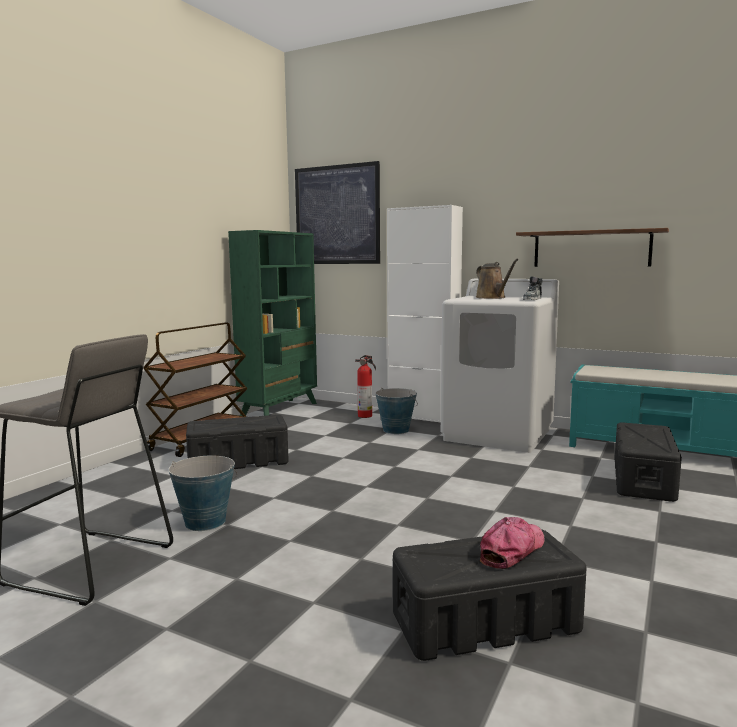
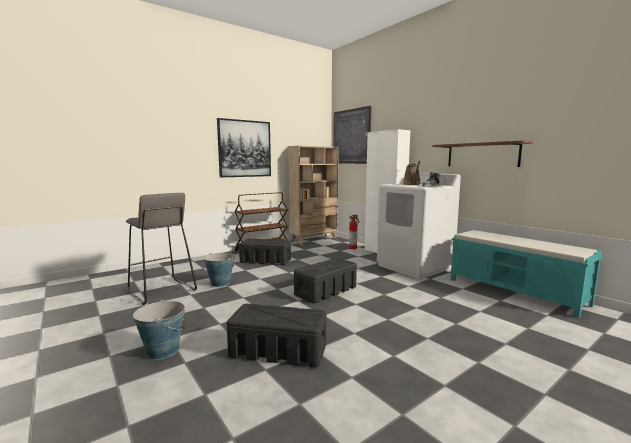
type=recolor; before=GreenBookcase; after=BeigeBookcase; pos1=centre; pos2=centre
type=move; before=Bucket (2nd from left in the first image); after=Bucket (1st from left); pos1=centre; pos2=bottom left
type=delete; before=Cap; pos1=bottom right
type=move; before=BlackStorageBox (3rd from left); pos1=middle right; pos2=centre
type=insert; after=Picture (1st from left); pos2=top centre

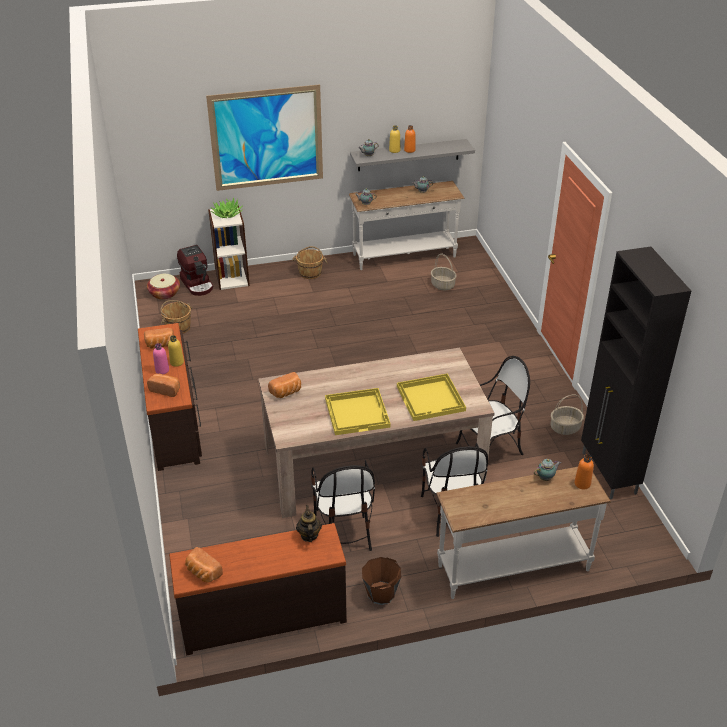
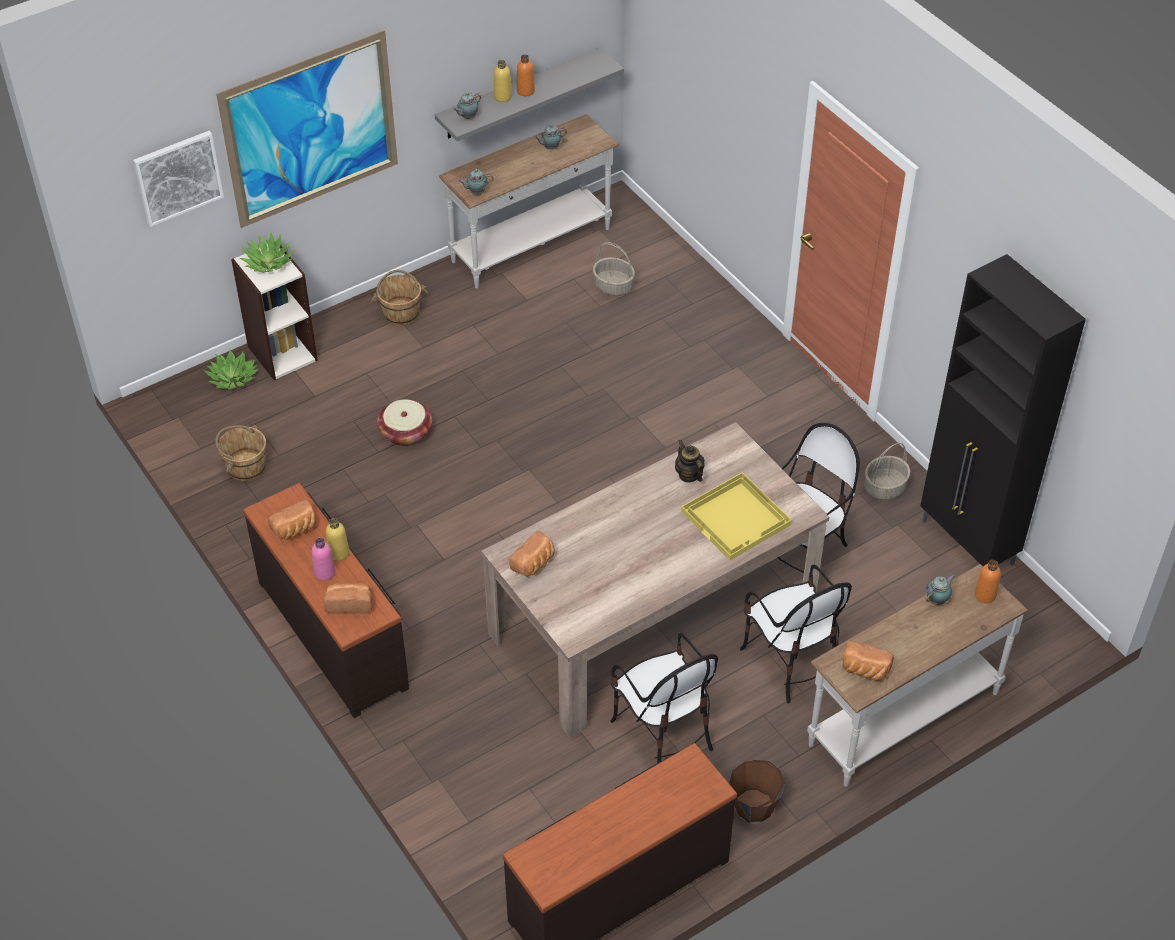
type=move; before=Basket (1st from left); pos1=middle left; pos2=centre
type=replace; before=CoffeeMachine; after=PottedPlant (1st from left); pos1=middle left; pos2=middle left
type=move; before=Bread (3rd from left in the first image); after=Bread (4th from left); pos1=bottom left; pos2=bottom right
type=move; before=Teapot (1st from left in the first image); after=Teapot (4th from left); pos1=bottom centre; pos2=centre
type=delete; before=YellowTray (1st from left); pos1=centre
type=insert; after=Picture (1st from left); pos2=top left

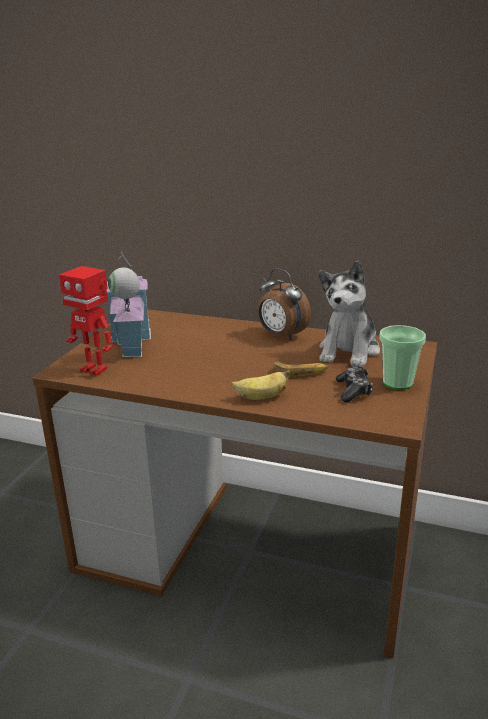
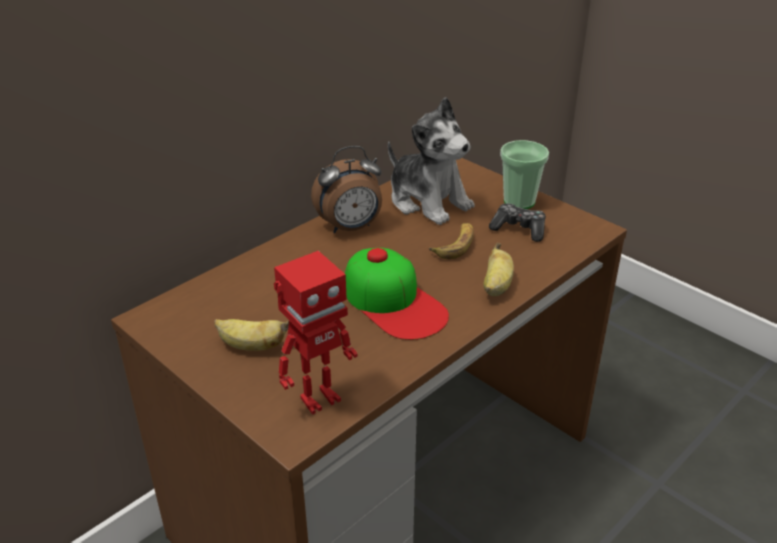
type=replace; before=ToyHouse; after=Banana (1st from left); pos1=middle left; pos2=middle left
type=insert; after=Cap; pos2=centre

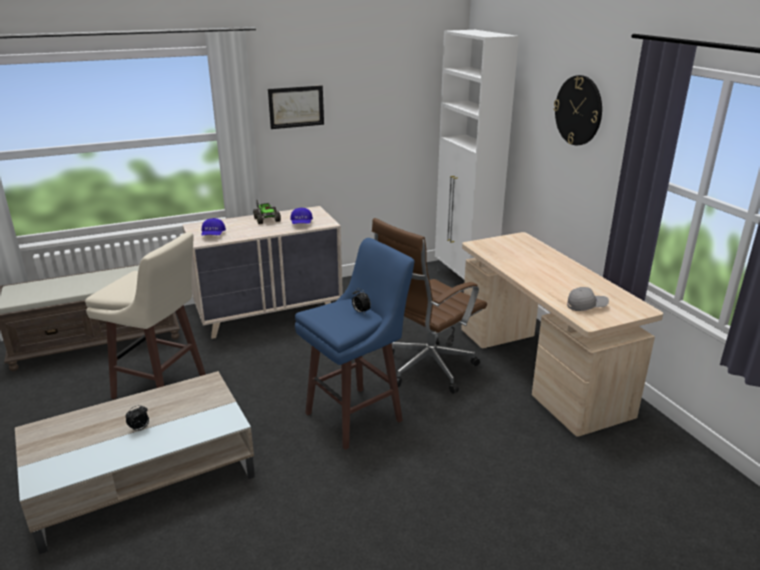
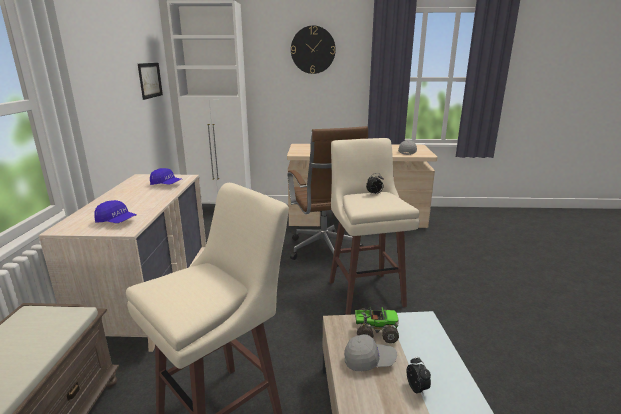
type=move; before=ToyTruck; pos1=centre; pos2=bottom centre
type=move; before=Picture; pos1=top centre; pos2=top left
type=recolor; before=BlueStool; after=BeigeStool (2nd from left); pos1=centre; pos2=centre
type=insert; after=GreyCap (1st from left); pos2=bottom centre

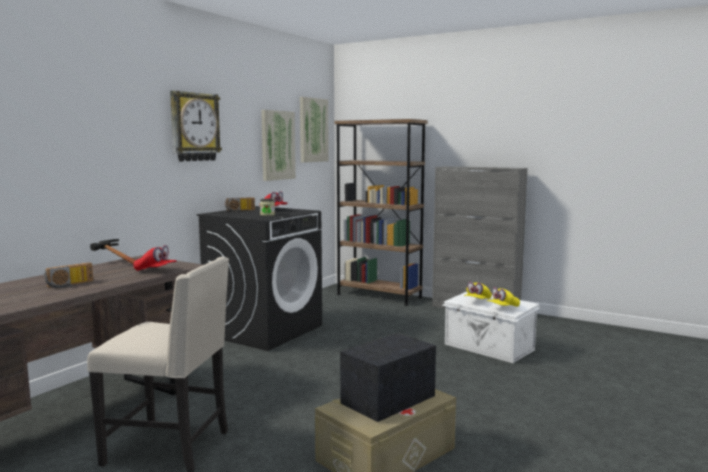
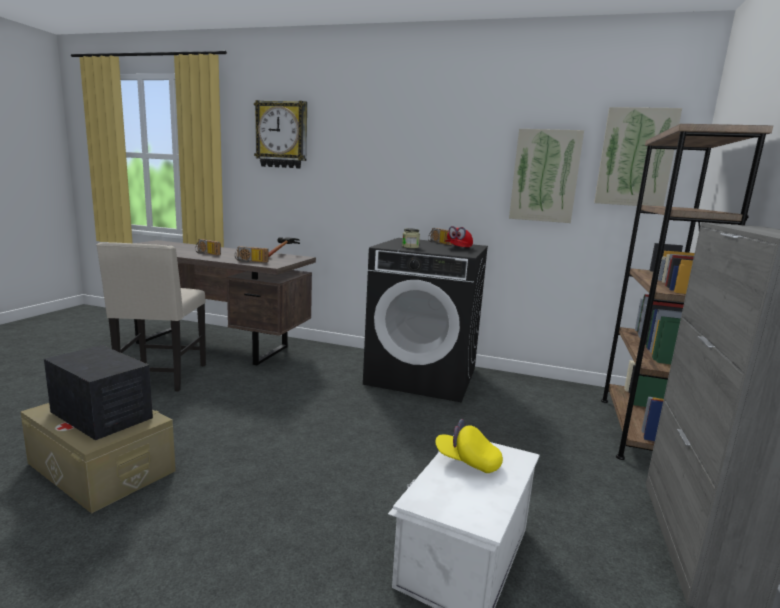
type=replace; before=RedCap (1st from left); after=Radio (3rd from left); pos1=middle left; pos2=middle left
type=move; before=WallClock; pos1=top left; pos2=top centre
type=delete; before=YellowCap (2nd from left); pos1=middle right

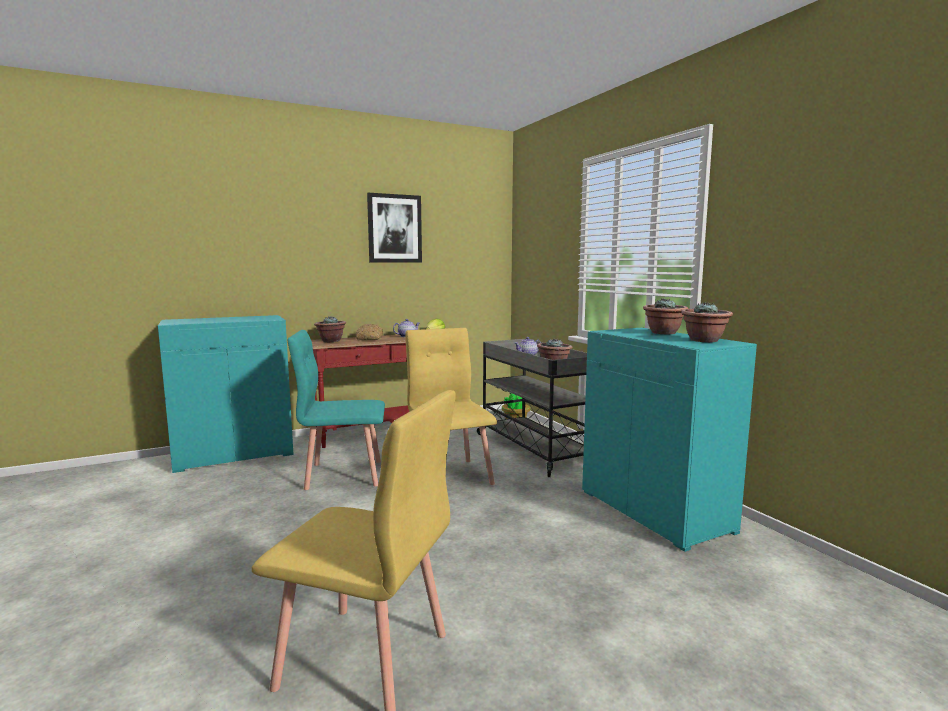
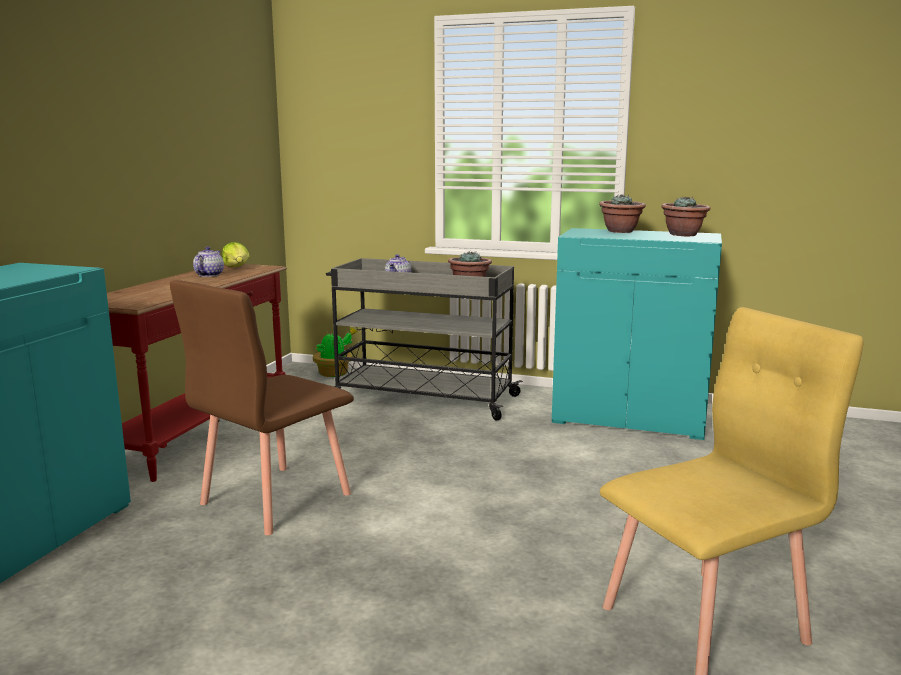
type=recolor; before=TurquoiseChair; after=BrownChair; pos1=centre; pos2=middle left
type=delete; before=PottedPlant (1st from left); pos1=centre
type=delete; before=Bread; pos1=centre
type=delete; before=Picture; pos1=top centre
type=delete; before=YellowChair (2nd from left); pos1=centre

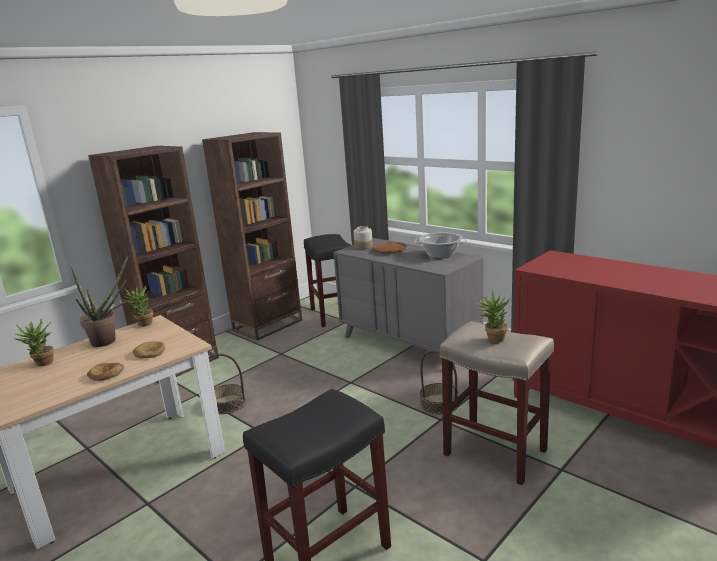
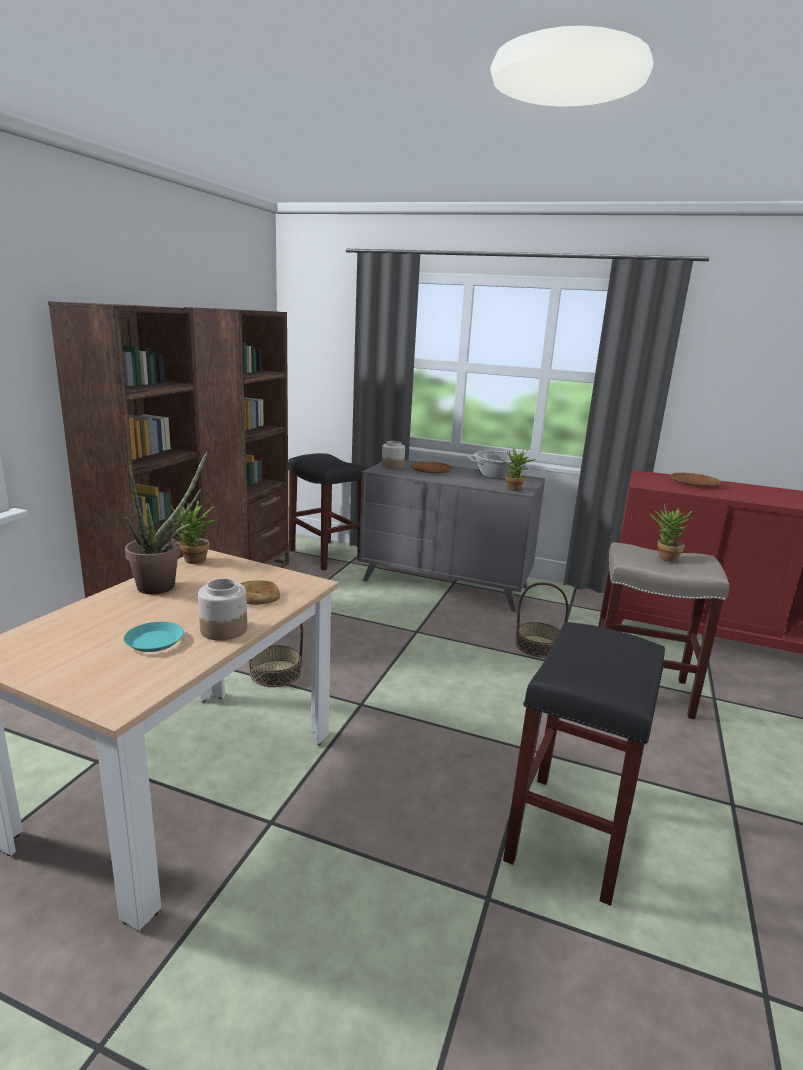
type=move; before=PottedPlant (1st from left in the first image); after=PottedPlant (3rd from left); pos1=middle left; pos2=centre
type=replace; before=Bread (1st from left); after=Jar (1st from left); pos1=middle left; pos2=middle left
type=insert; after=TurquoisePlate; pos2=middle left
type=insert; after=BrownPlate (2nd from left); pos2=middle right

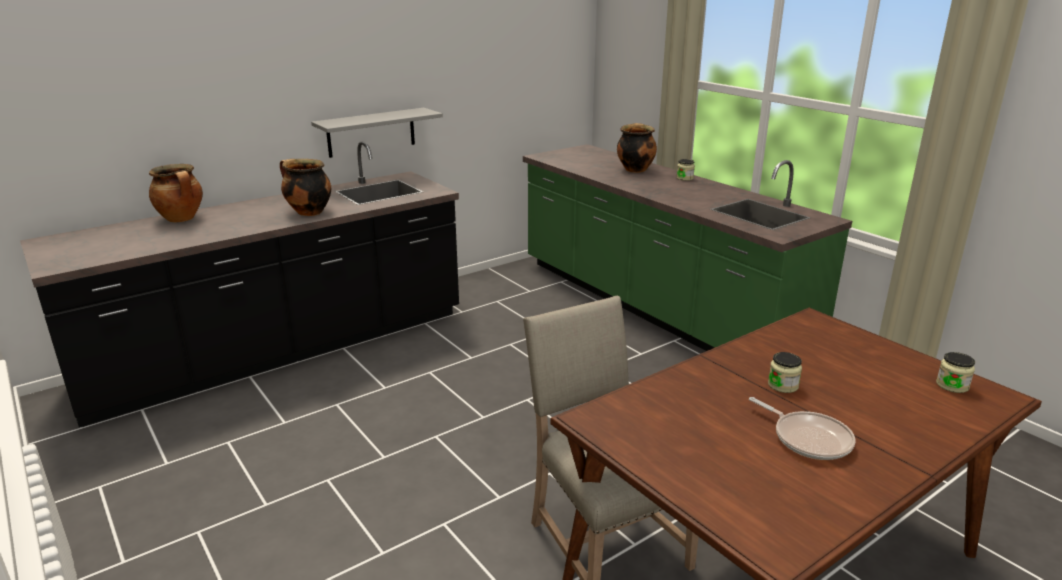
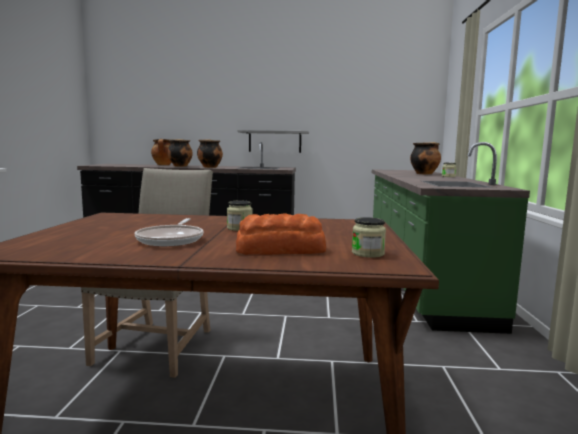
type=insert; after=CookingPot (2nd from left); pos2=middle left
type=insert; after=Bread; pos2=centre

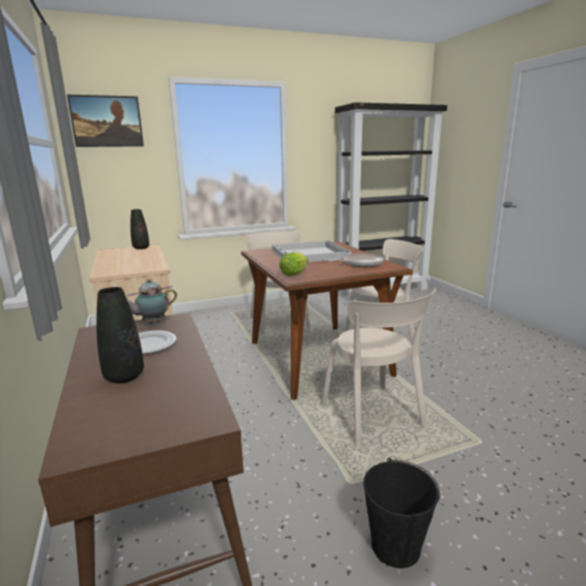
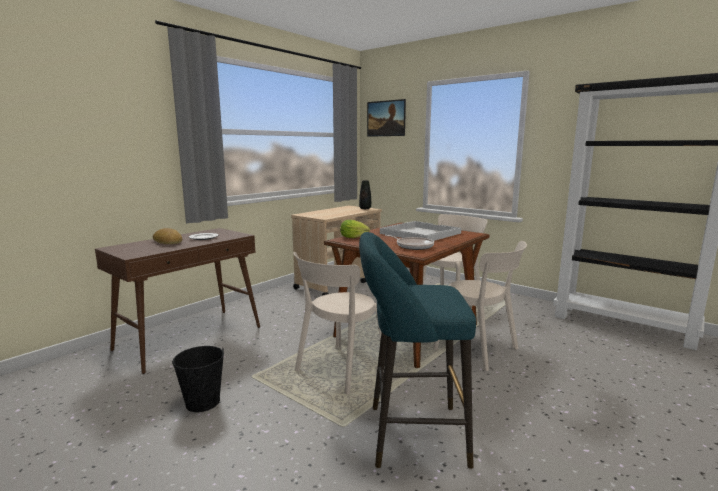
type=replace; before=BlackVase (1st from left); after=Bread; pos1=middle left; pos2=middle left
type=delete; before=Teapot; pos1=middle left
type=insert; after=TurquoiseStool; pos2=bottom centre

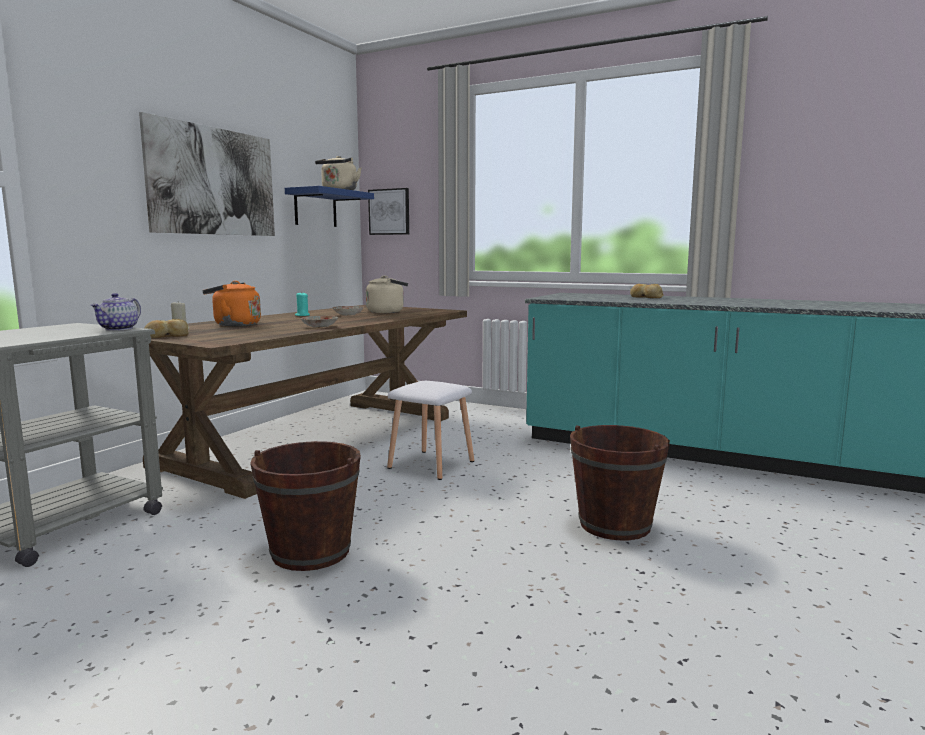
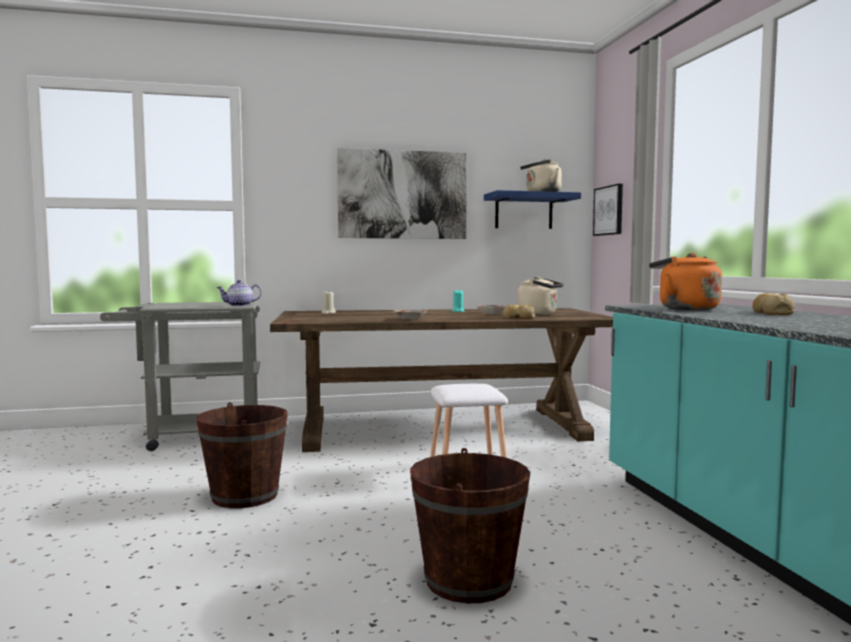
type=move; before=Bread (1st from left); pos1=middle left; pos2=centre
type=move; before=OrangeKettle; pos1=middle left; pos2=middle right

